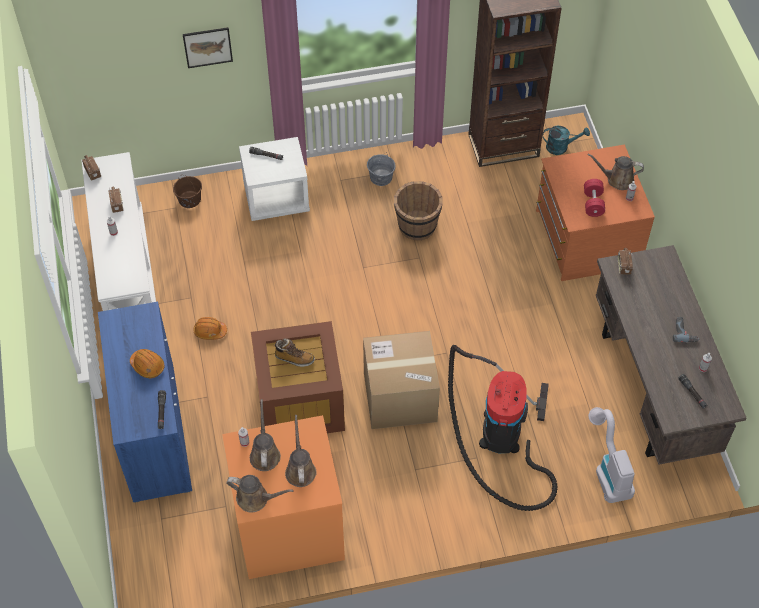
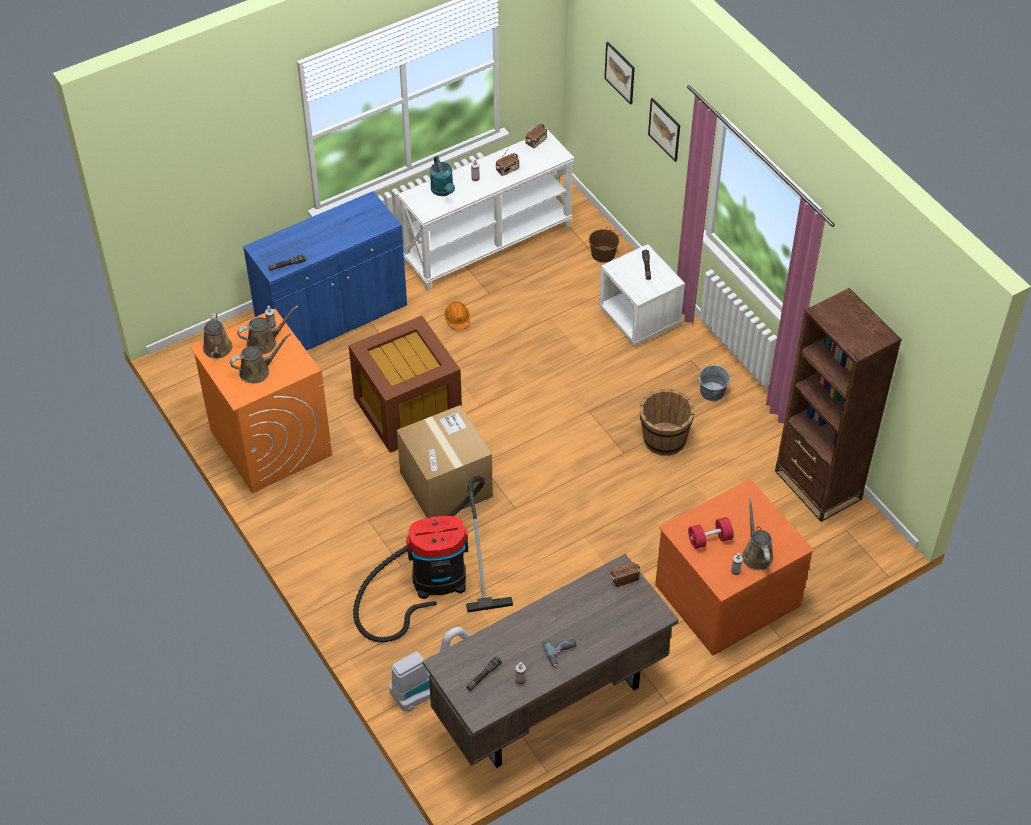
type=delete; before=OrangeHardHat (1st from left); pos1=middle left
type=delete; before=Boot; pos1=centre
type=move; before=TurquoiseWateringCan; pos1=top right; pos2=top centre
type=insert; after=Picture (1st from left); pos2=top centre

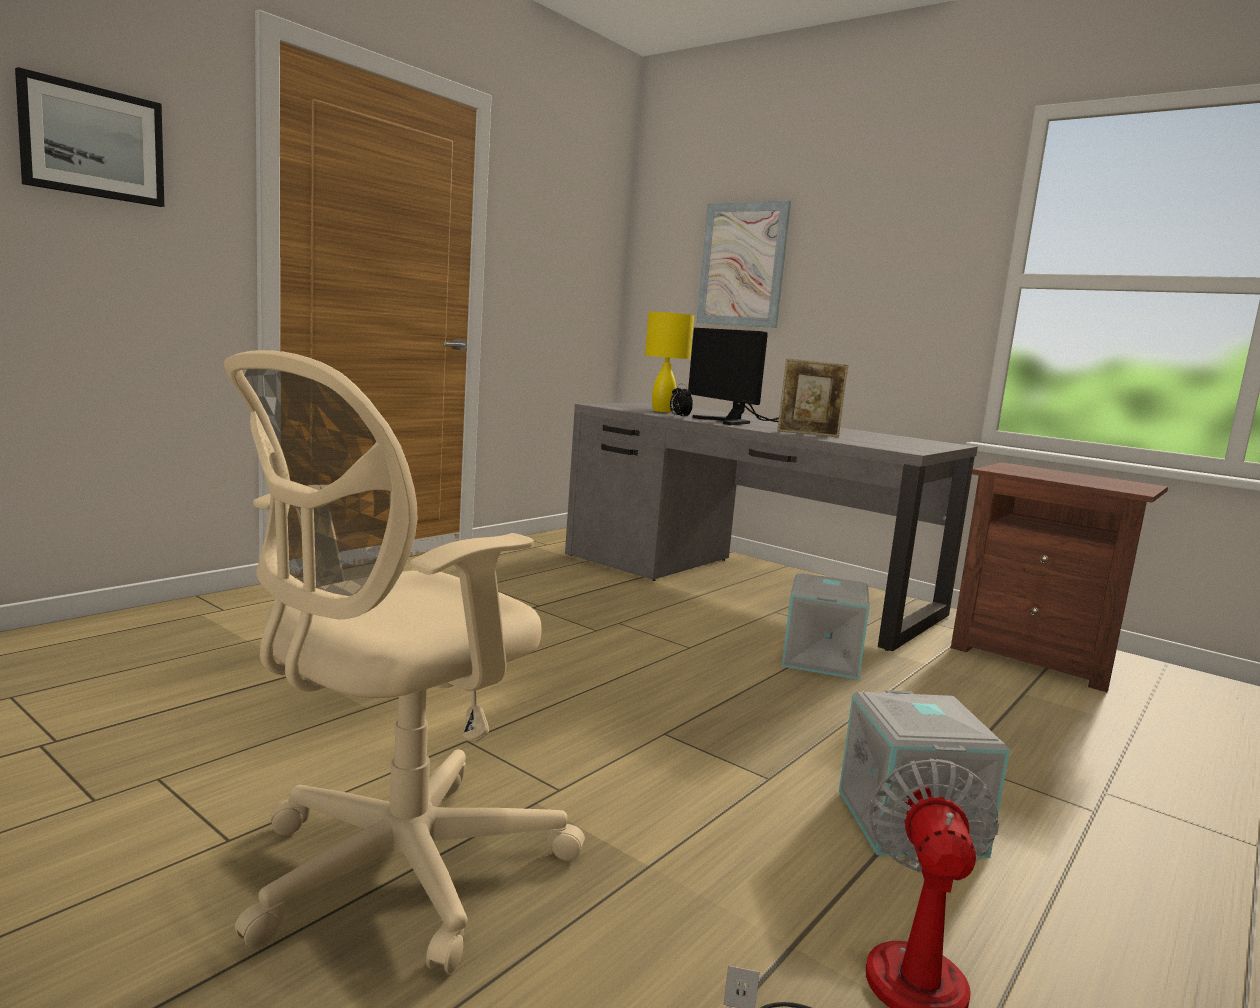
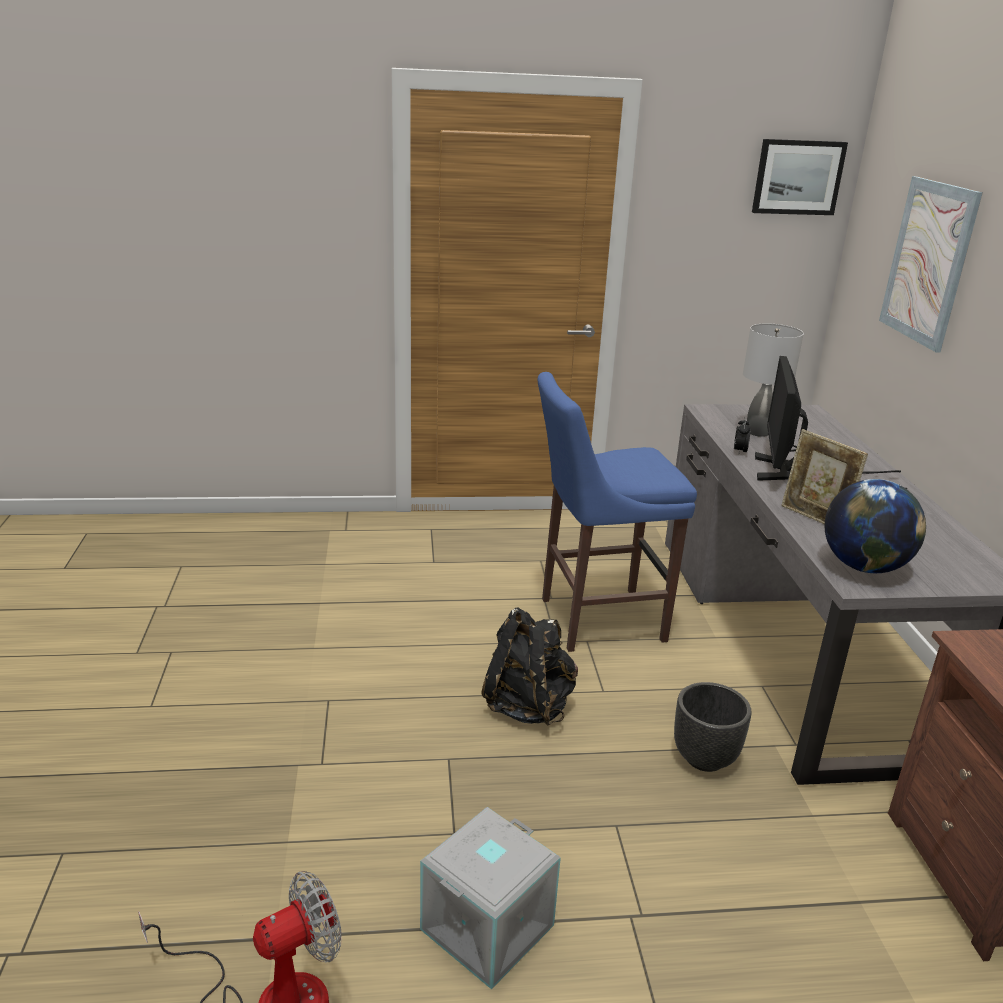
type=move; before=Picture (1st from left); pos1=top left; pos2=top right
type=delete; before=BeigeOfficeChair; pos1=middle left
type=recolor; before=YellowTableLamp; after=GreyTableLamp; pos1=centre; pos2=middle right
type=replace; before=GreyStorageBox (1st from left); after=BlackPlanter; pos1=centre; pos2=bottom right
type=insert; after=BlackBackpack; pos2=centre
type=insert; after=BlueStool; pos2=centre
type=insert; after=Globe; pos2=middle right

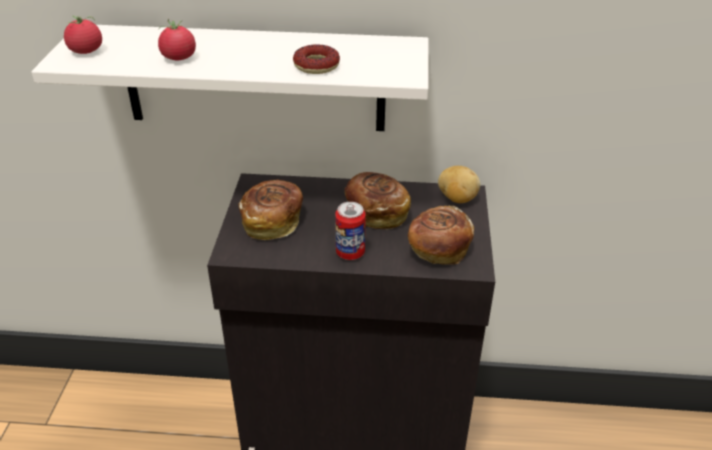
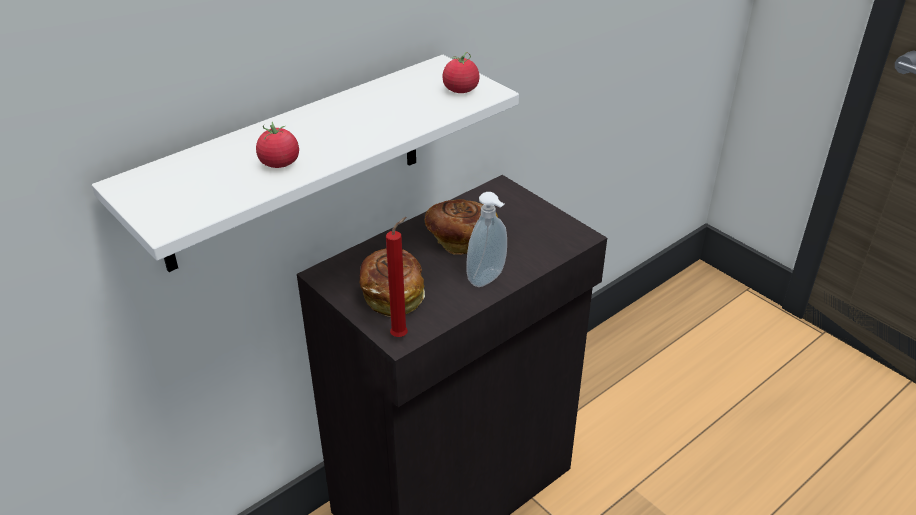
type=move; before=Tomato (1st from left in the first image); after=Tomato (2nd from left); pos1=top left; pos2=top centre
type=delete; before=Donut; pos1=top centre
type=replace; before=Can; after=SoapDispenser; pos1=centre; pos2=centre
type=delete; before=Bread (3rd from left); pos1=centre
type=delete; before=Potato; pos1=centre
type=insert; after=RedCandle; pos2=centre

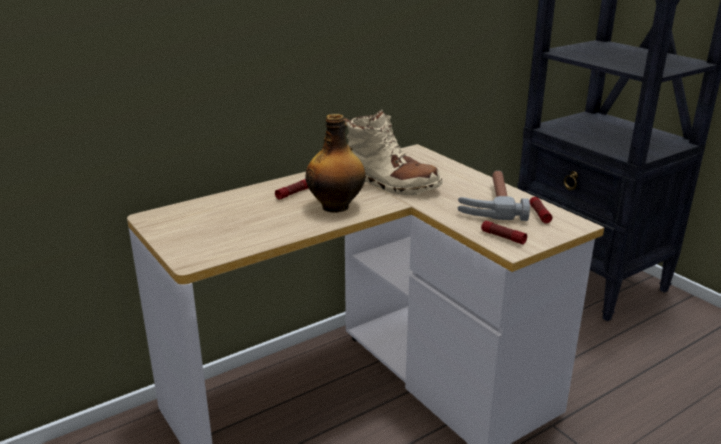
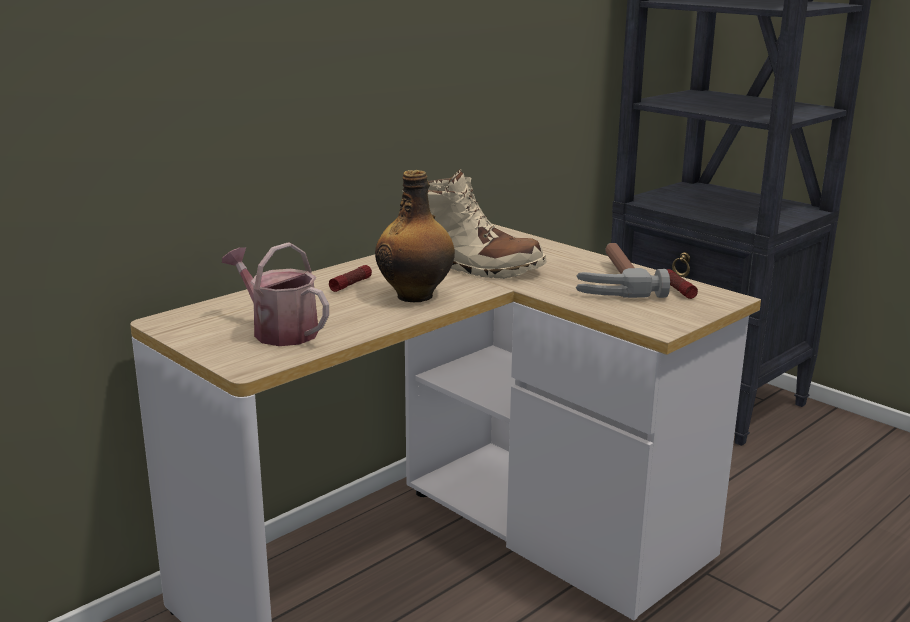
type=delete; before=Flashlight (2nd from left); pos1=middle right
type=insert; after=WateringCan; pos2=middle left

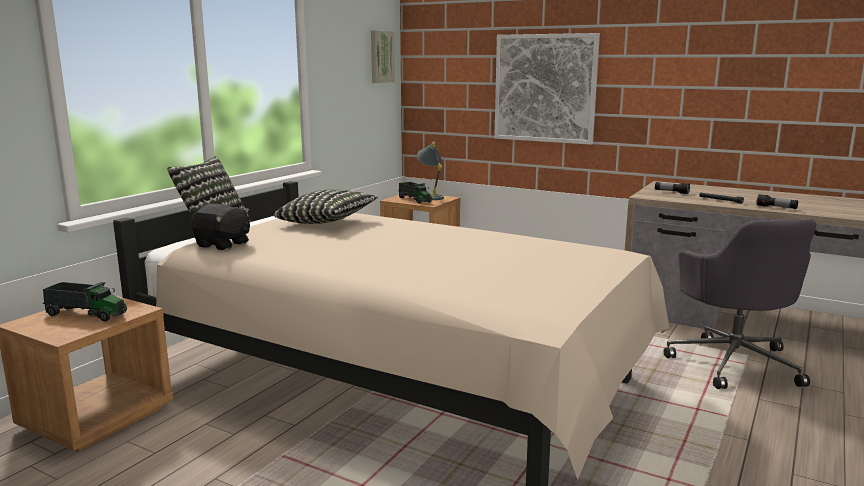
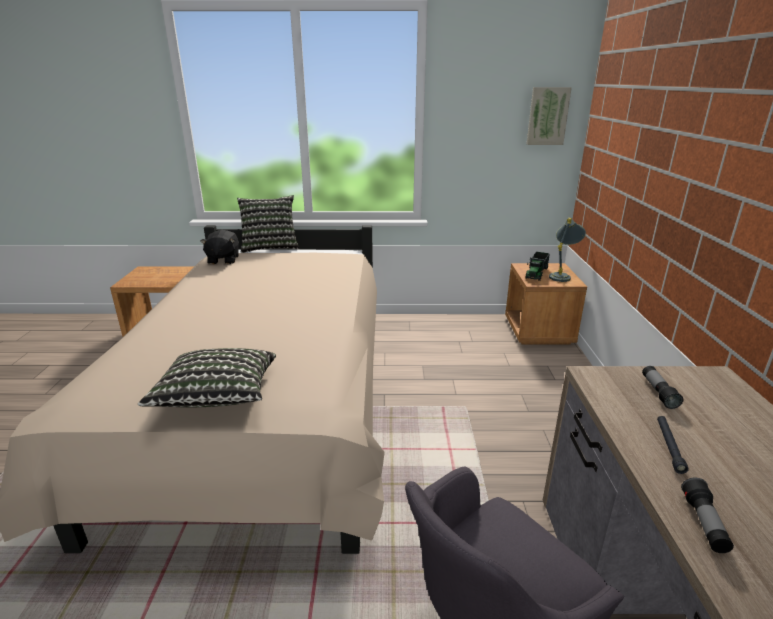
type=delete; before=ToyTruck (1st from left); pos1=middle left
type=move; before=Pillow (2nd from left in the first image); after=Pillow (1st from left); pos1=centre; pos2=middle left
type=delete; before=Picture (2nd from left); pos1=top centre

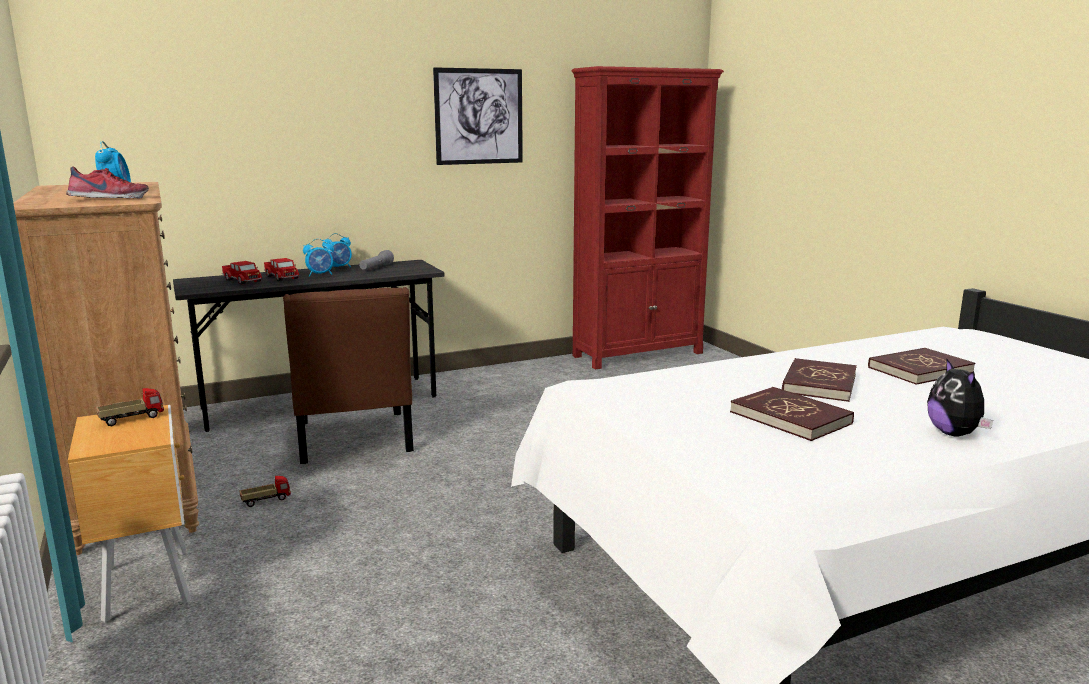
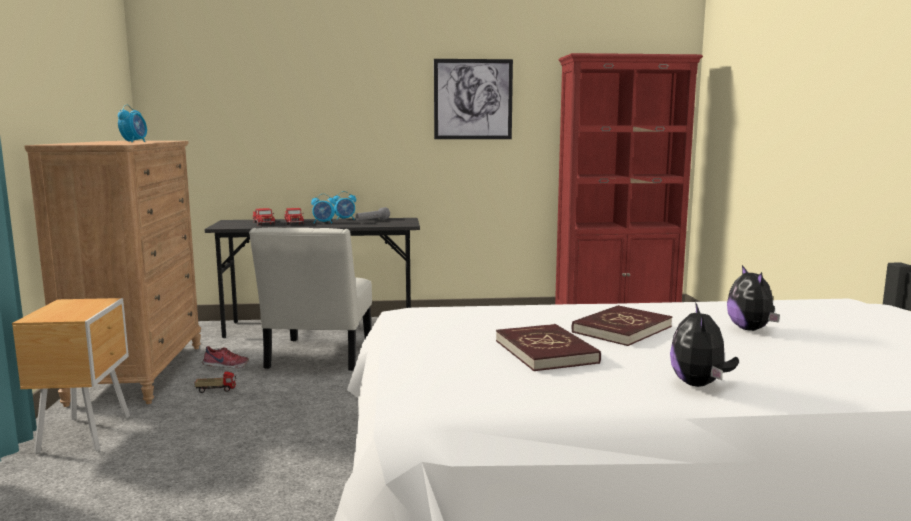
type=move; before=Shoe; pos1=top left; pos2=bottom left
type=delete; before=ToyTruck (1st from left); pos1=middle left
type=recolor; before=BrownChair; after=WhiteChair; pos1=middle left; pos2=centre
type=replace; before=RedBook (3rd from left); after=PlushToy (2nd from left); pos1=middle right; pos2=middle right

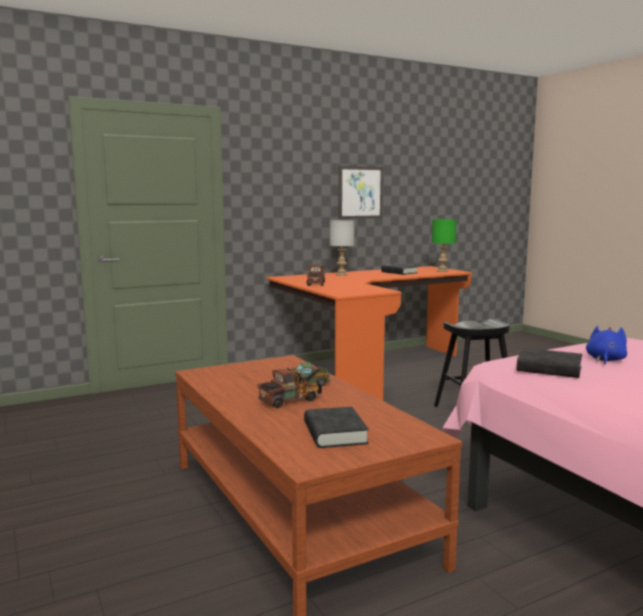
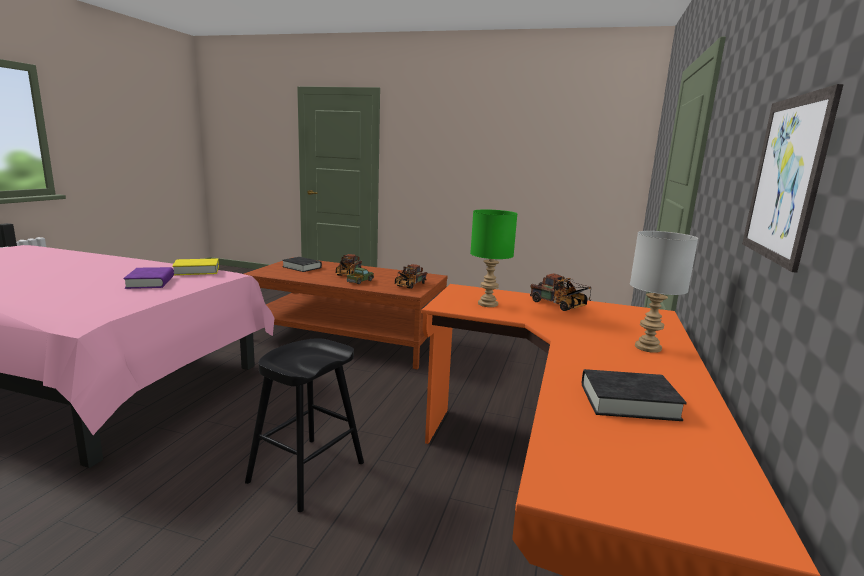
type=move; before=GreenTableLamp; pos1=middle right; pos2=centre
type=recolor; before=BlackBook (3rd from left); after=YellowBook; pos1=middle right; pos2=middle left
type=replace; before=BluePlushToy; after=PurpleBook; pos1=middle right; pos2=middle left
type=insert; after=ToyTruck (3rd from left); pos2=centre

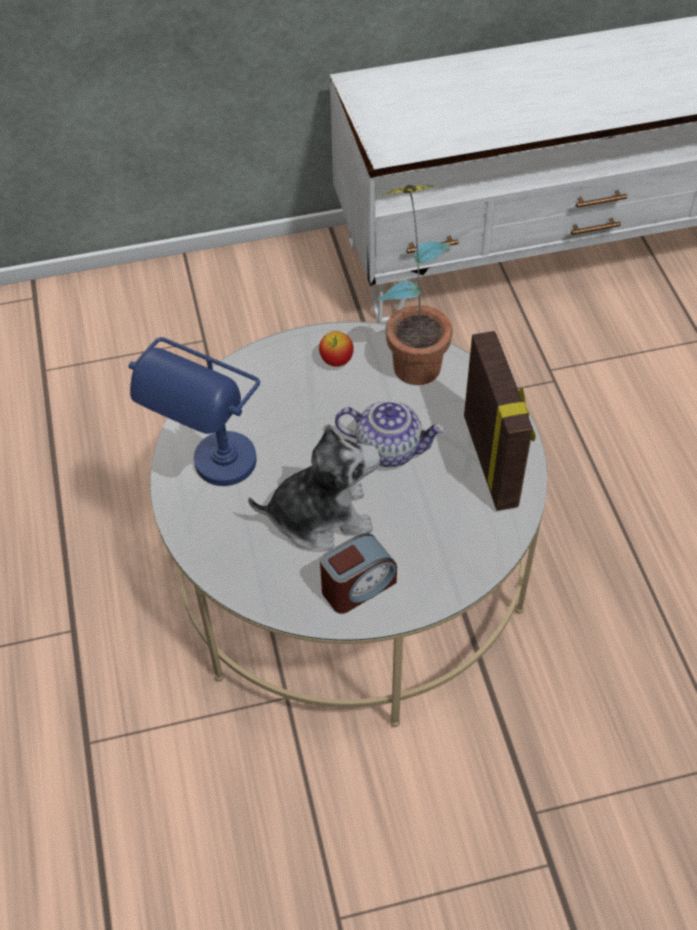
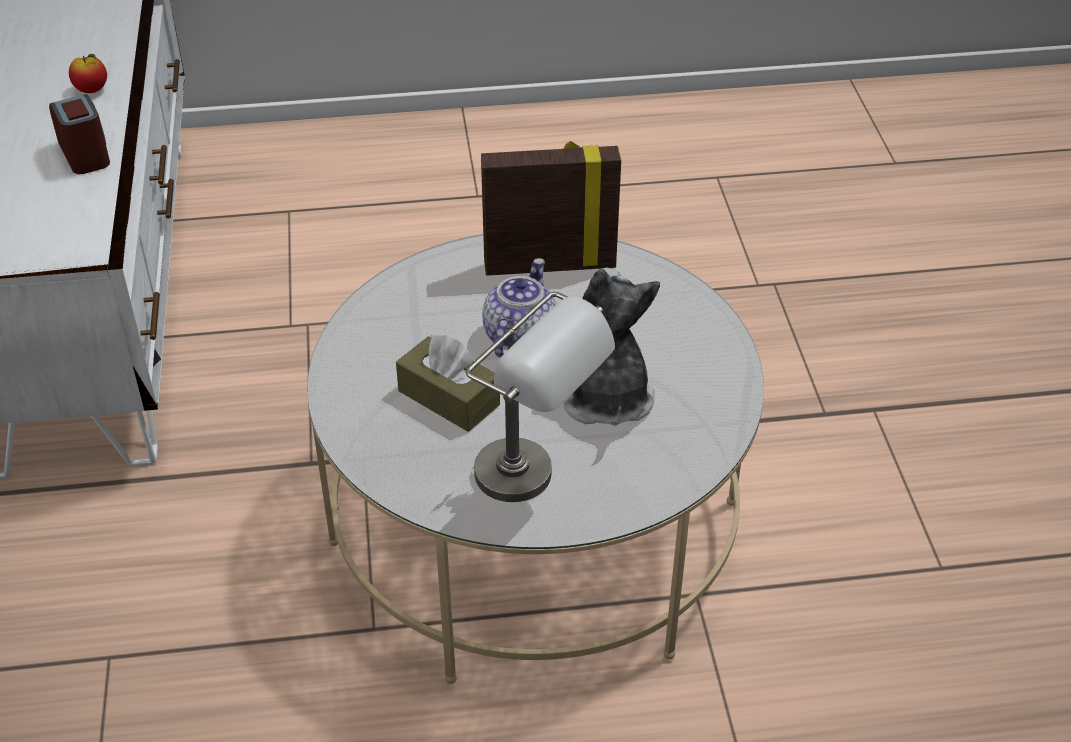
type=recolor; before=BlueTableLamp; after=GreyTableLamp; pos1=middle left; pos2=centre
type=move; before=Apple; pos1=centre; pos2=top left
type=move; before=AlarmClock; pos1=centre; pos2=top left
type=delete; before=PottedPlant; pos1=top centre
type=insert; after=BrownTissueBox; pos2=centre

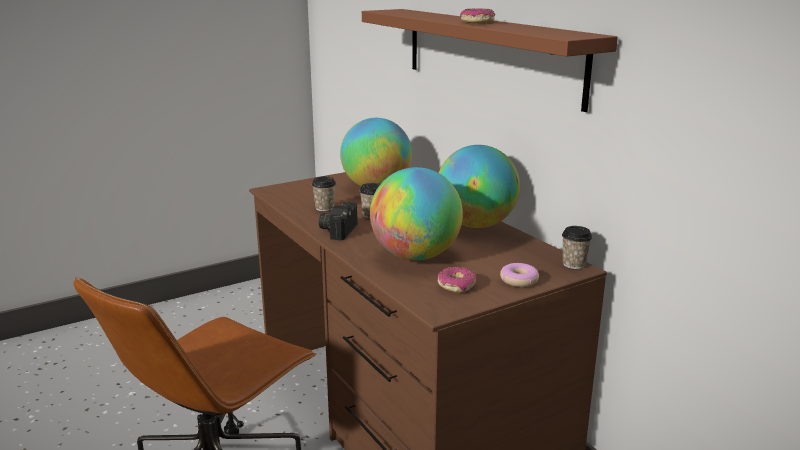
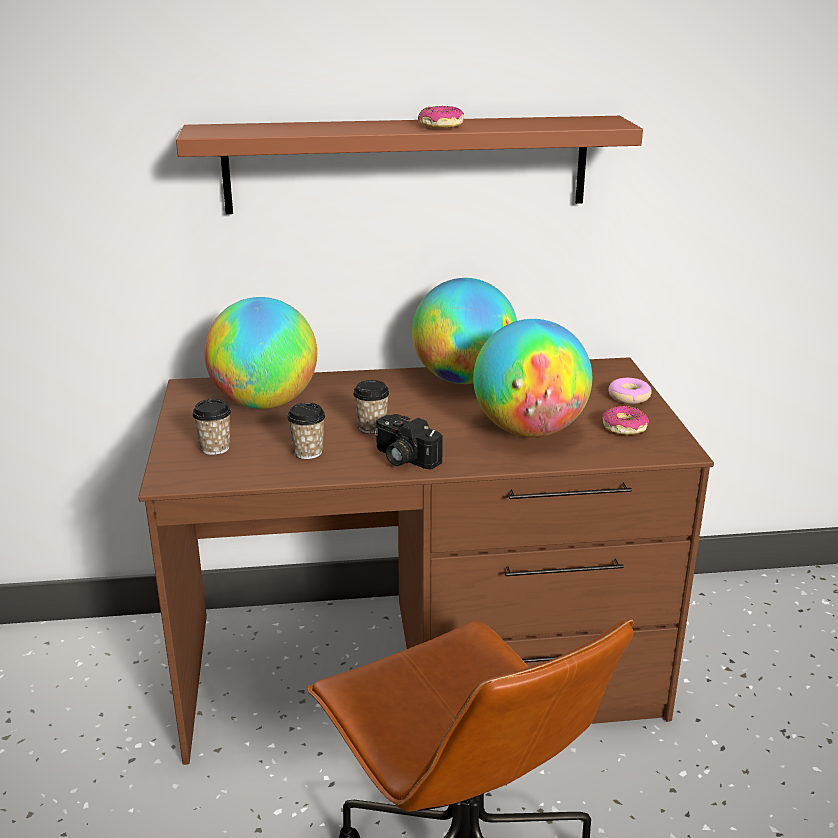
type=move; before=Cup (3rd from left in the first image); after=Cup (1st from left); pos1=middle right; pos2=middle left

